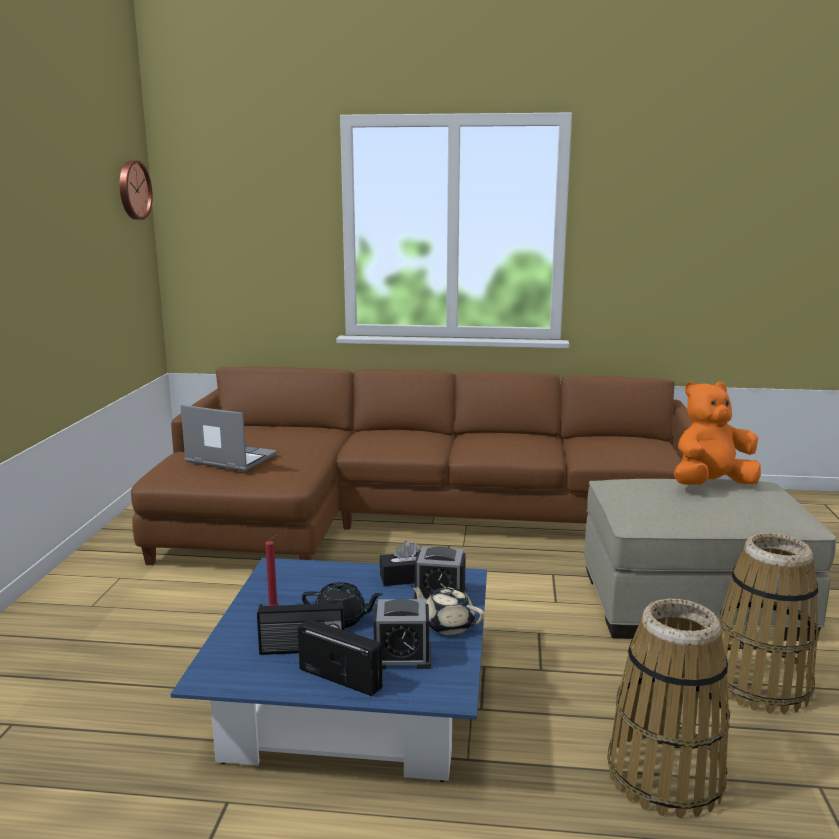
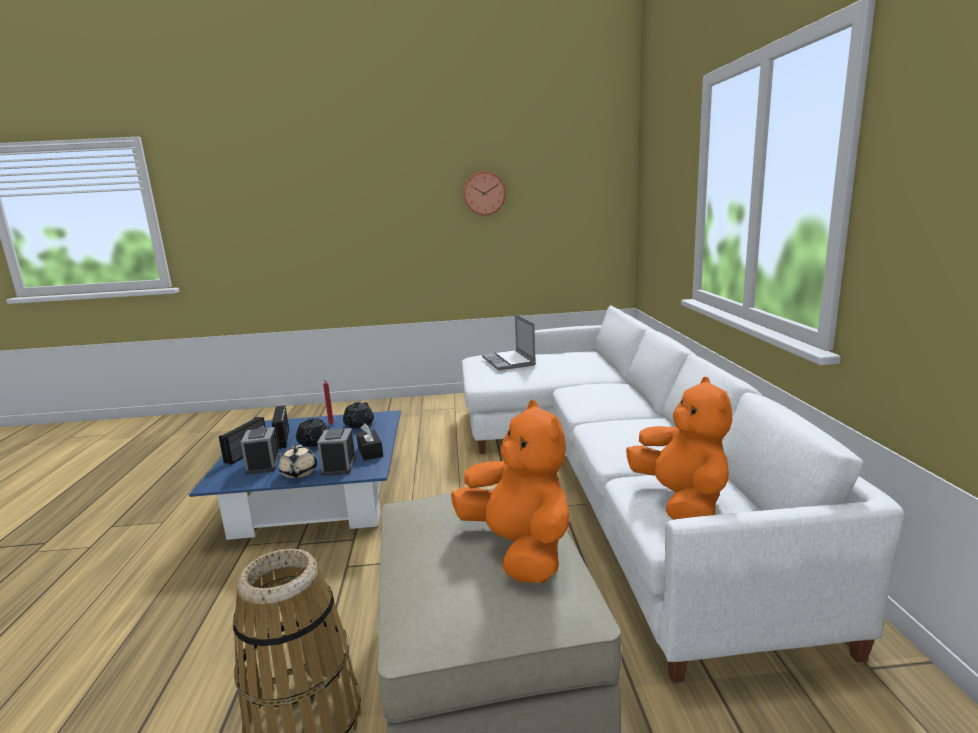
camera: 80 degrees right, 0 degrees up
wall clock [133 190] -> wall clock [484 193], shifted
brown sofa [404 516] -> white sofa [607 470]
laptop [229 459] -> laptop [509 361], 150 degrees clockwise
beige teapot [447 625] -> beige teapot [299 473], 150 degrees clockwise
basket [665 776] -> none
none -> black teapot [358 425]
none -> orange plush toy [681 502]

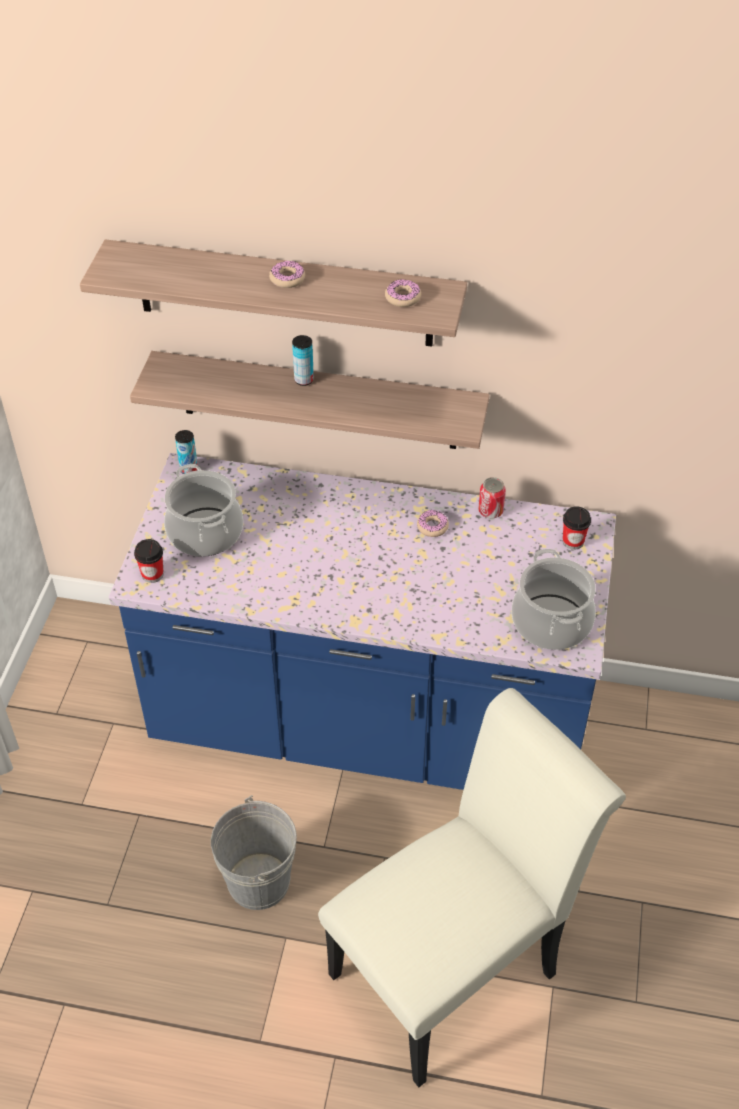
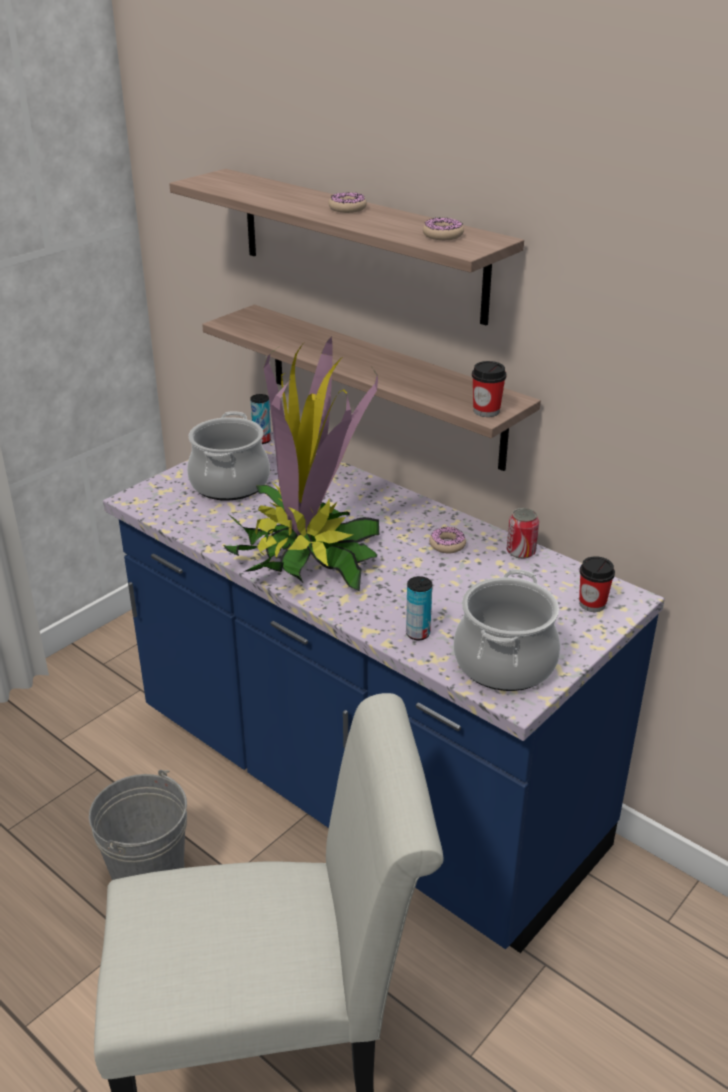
camera: 30 degrees right, 15 degrees down
cup [152 574] -> cup [486 411], shifted
can [304 380] -> can [418 634], shifted
none -> potted plant [304 554]

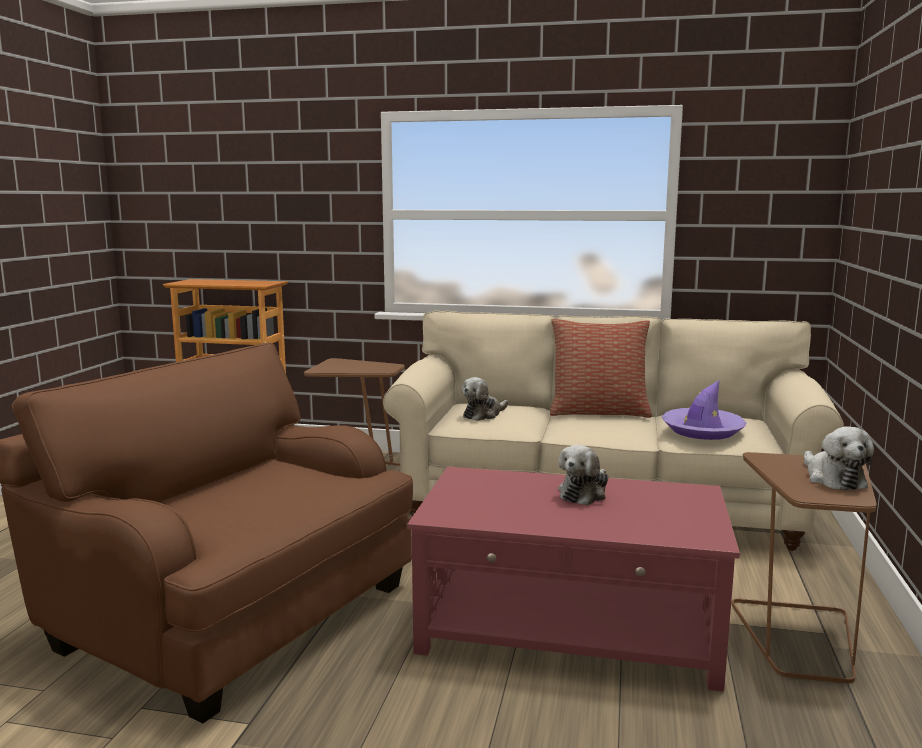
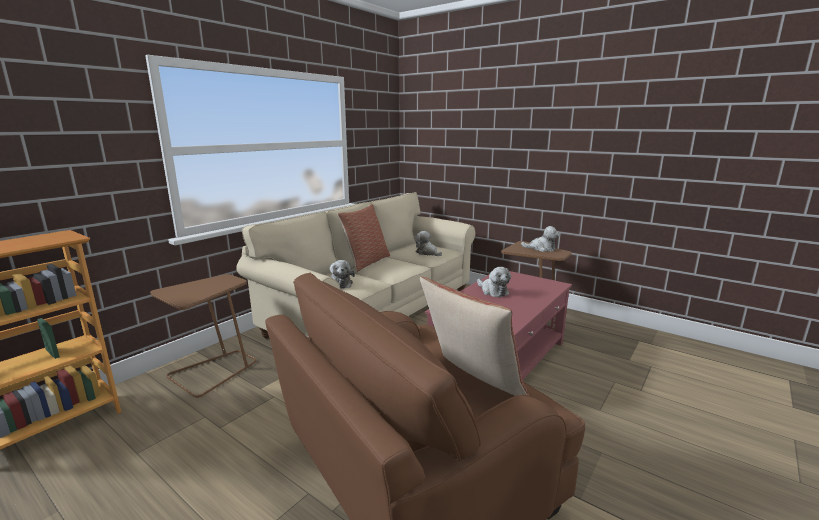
camera: 65 degrees left, 5 degrees up
purple hat [702 431] -> plush toy [427 253]
none -> pillow [470 382]

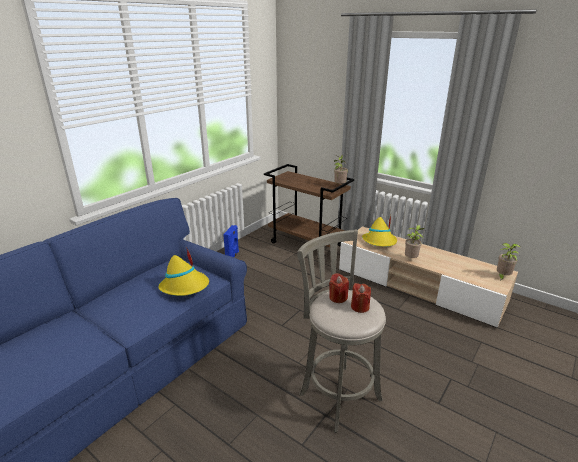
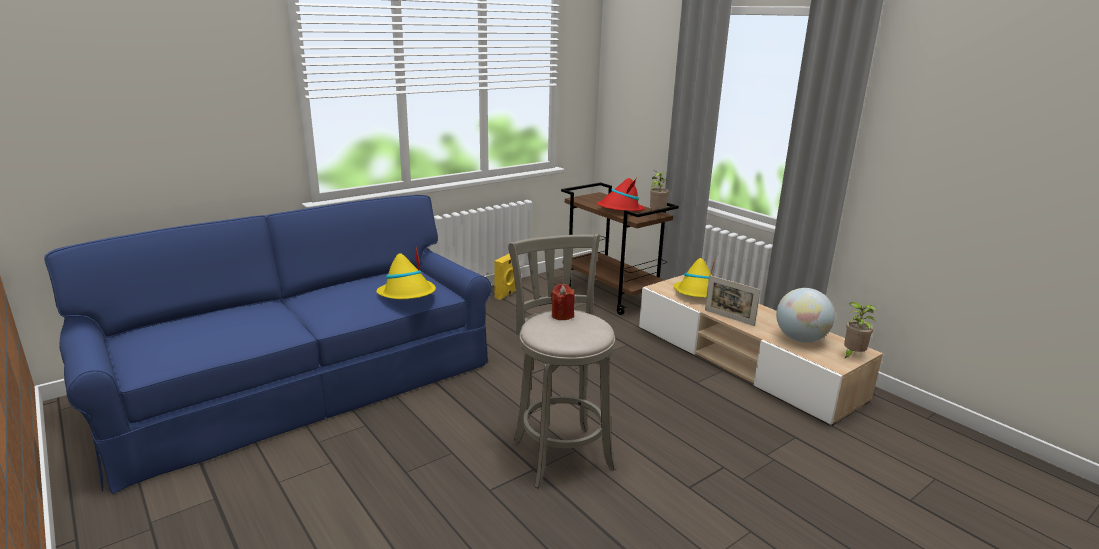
camera: 15 degrees right, 5 degrees down
blue speaker [232 256] -> yellow speaker [506 294]
red candle [360 307] -> none
potted plant [411 259] -> picture frame [729 317]
none -> red hat [620 210]
none -> globe [800 339]

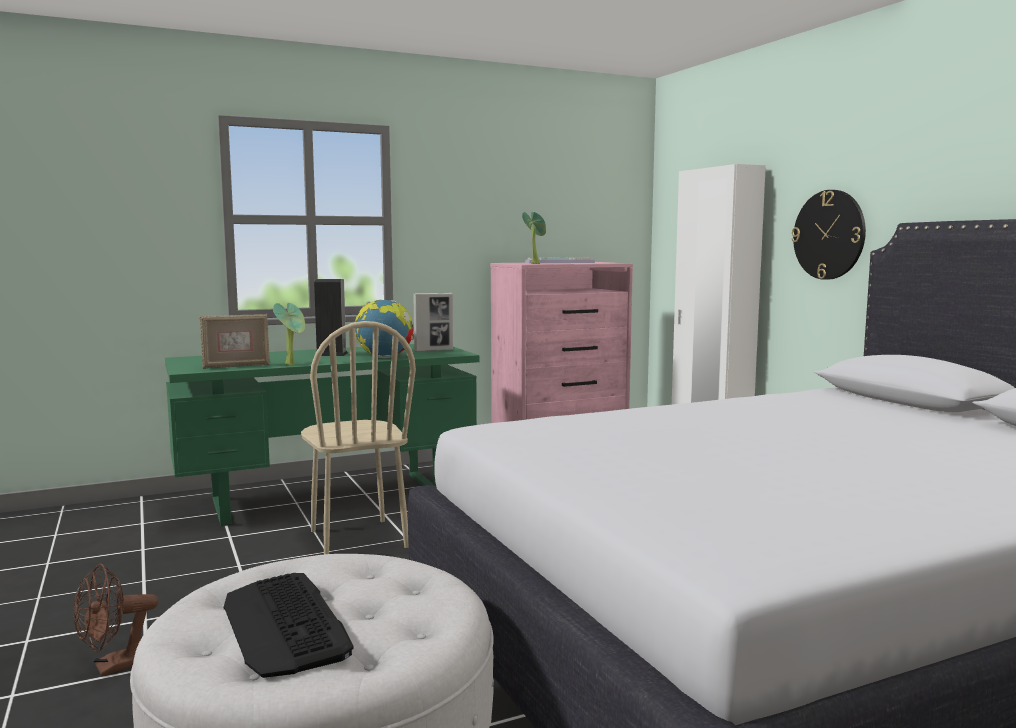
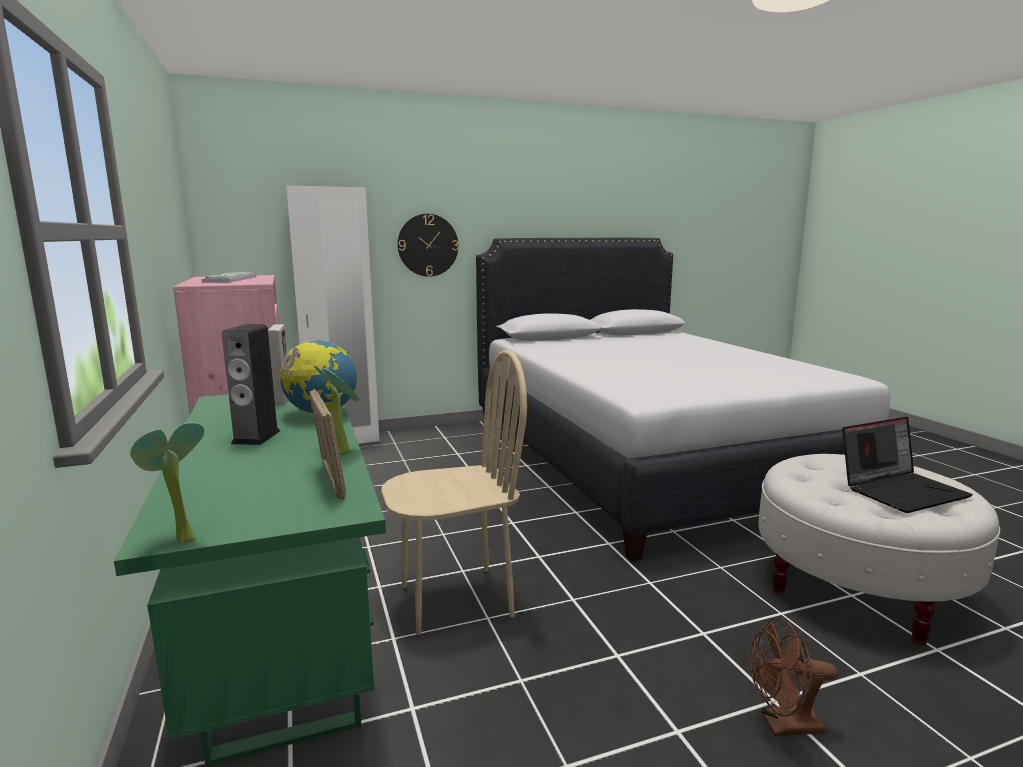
camera: 85 degrees left, 5 degrees up
brown fan [115 667] -> brown fan [783 725], 120 degrees clockwise
keyboard [284 625] -> laptop [901 490]
potted plant [535 263] -> potted plant [180 540], shifted

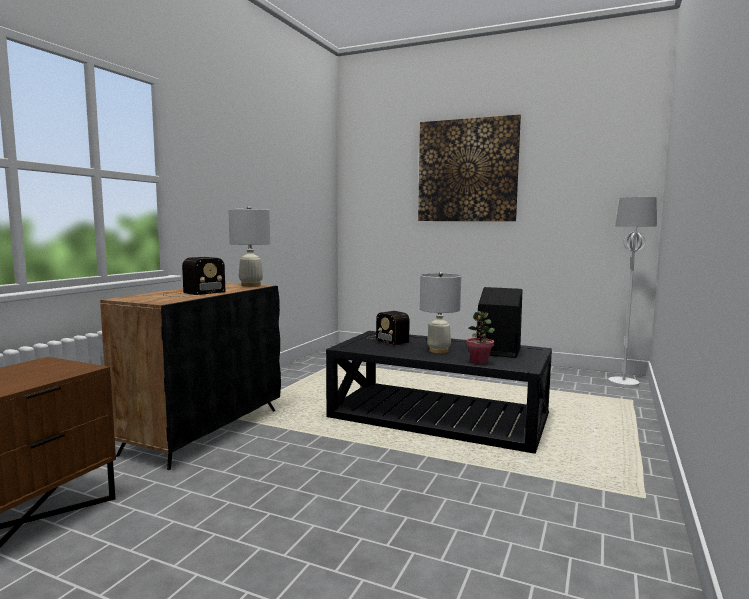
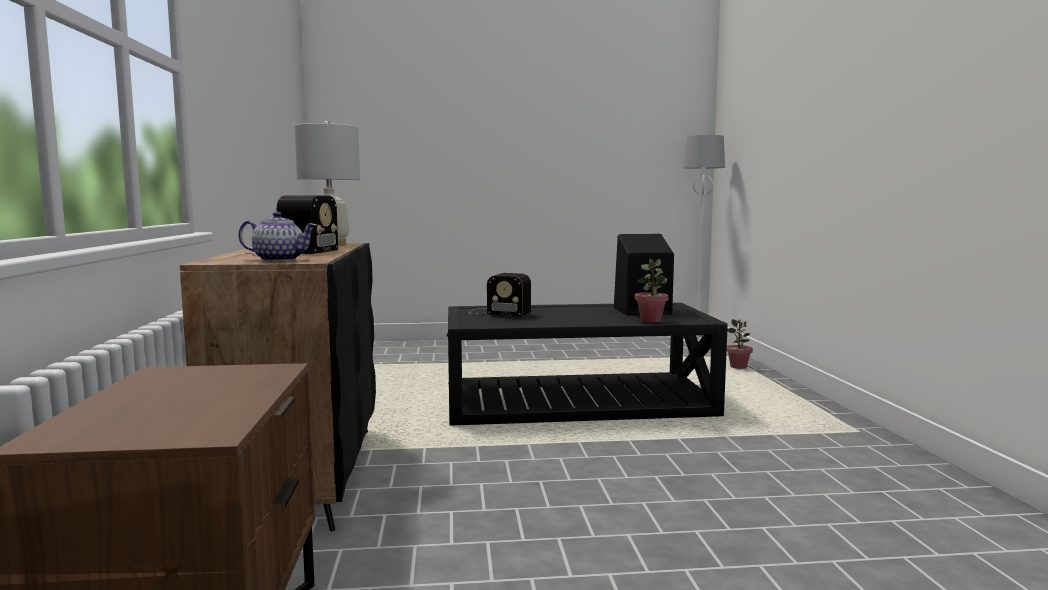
camera: 30 degrees left, 0 degrees up
picture [467 170] -> none
white table lamp [439 351] -> none
none -> teapot [280 259]
none -> potted plant [738 367]

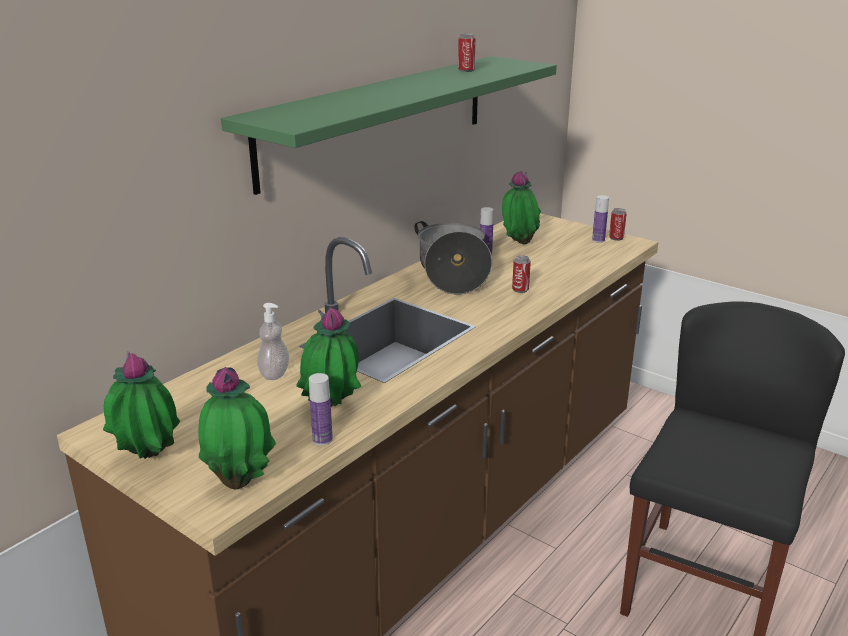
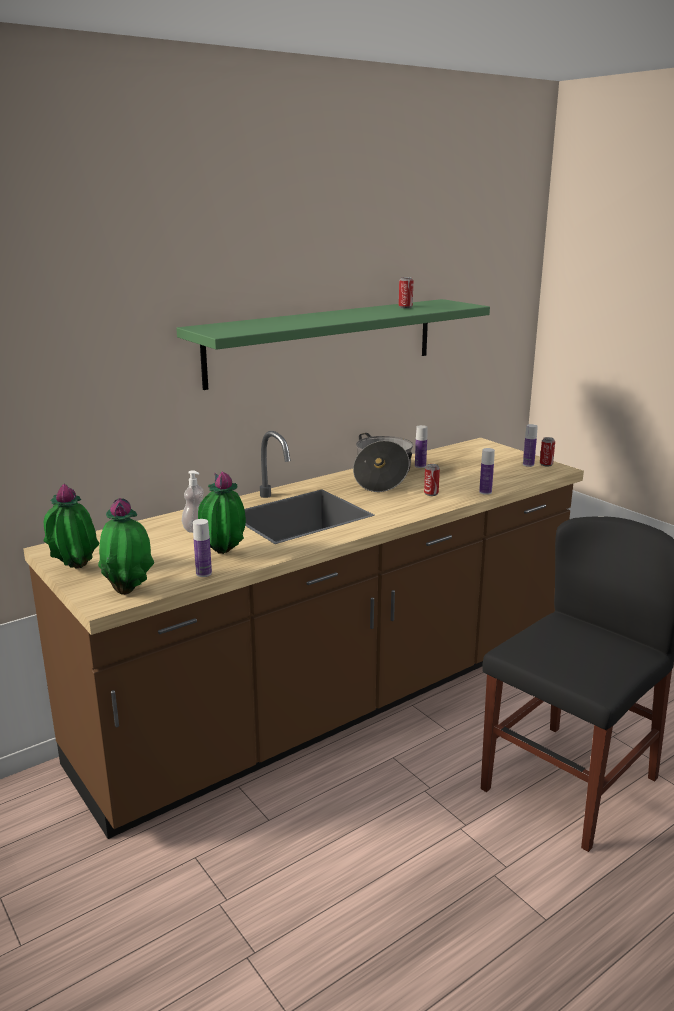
camera: 15 degrees right, 5 degrees down
potted plant [518 244] -> none
none -> bottle [485 492]

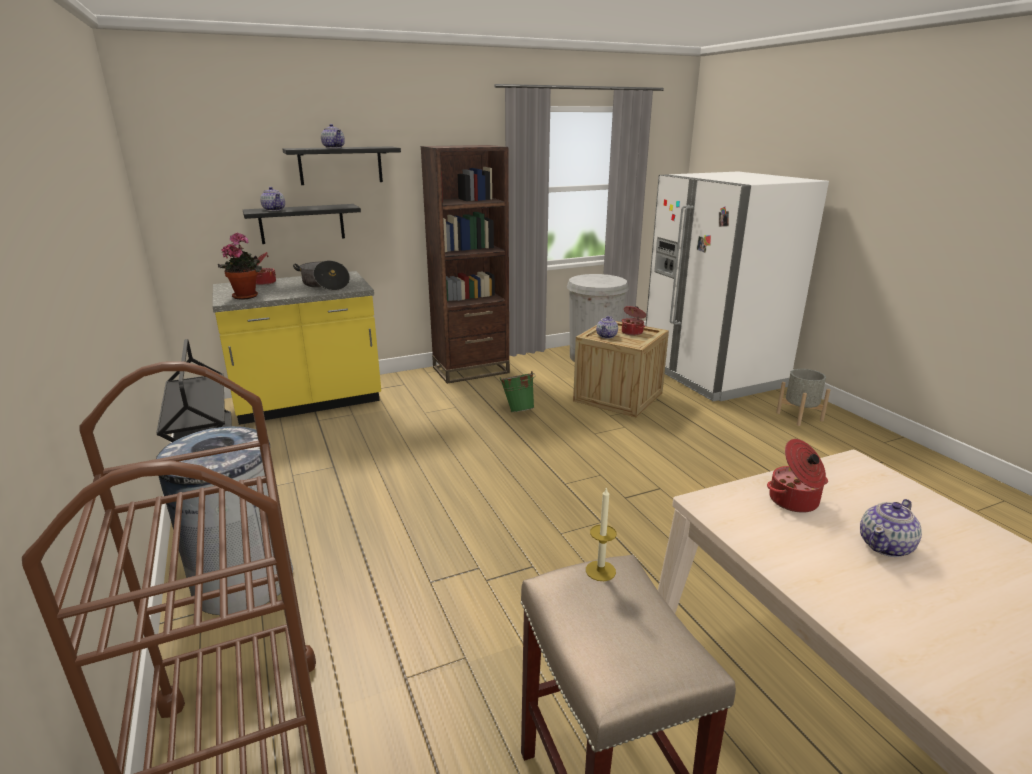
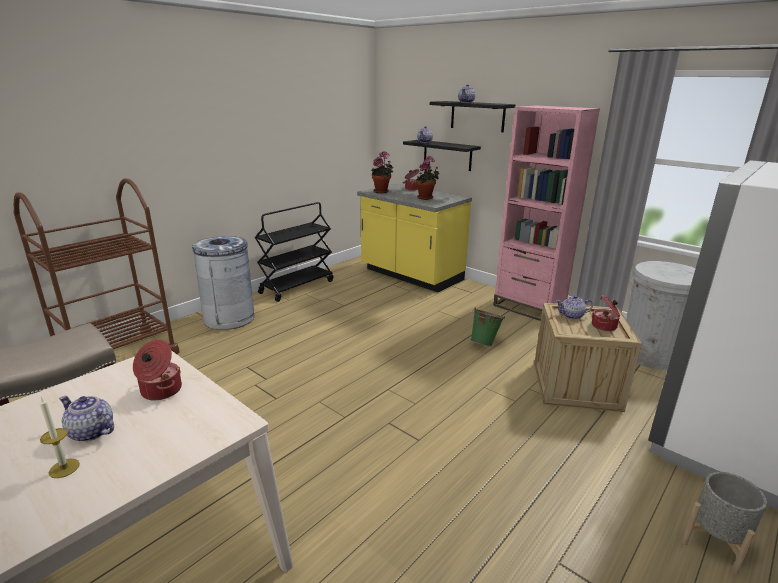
camera: 65 degrees right, 0 degrees up
cooking pot [324 285] -> potted plant [426 198]
brown bookcase [471 370] -> pink bookcase [529 307]
candle [600 571] -> candle [64 468], shifted

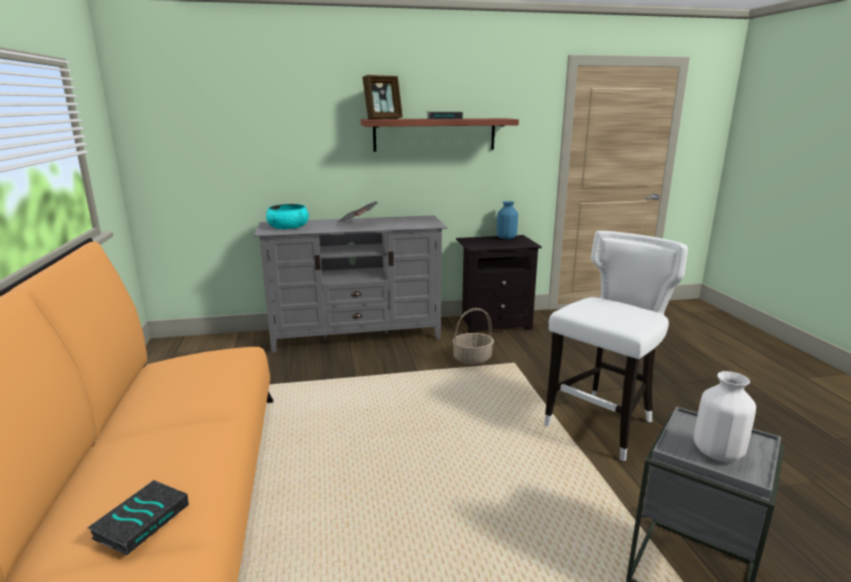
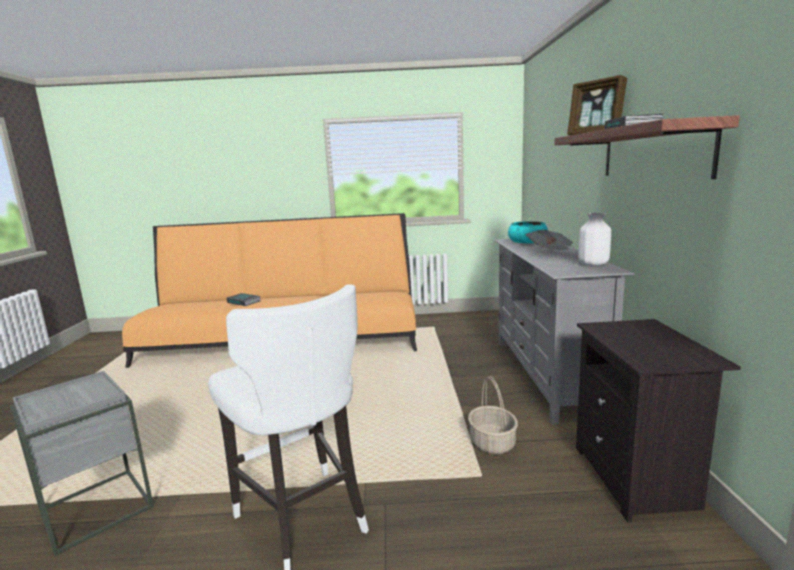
camera: 100 degrees right, 5 degrees down
blue vase [506 238] -> none
white vase [718 452] -> white vase [593 264], shifted

